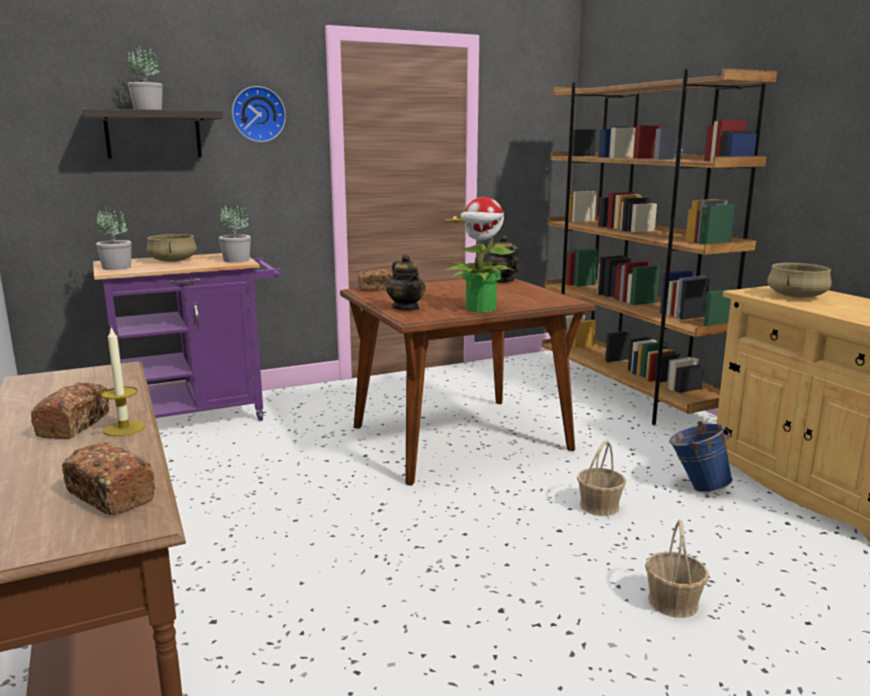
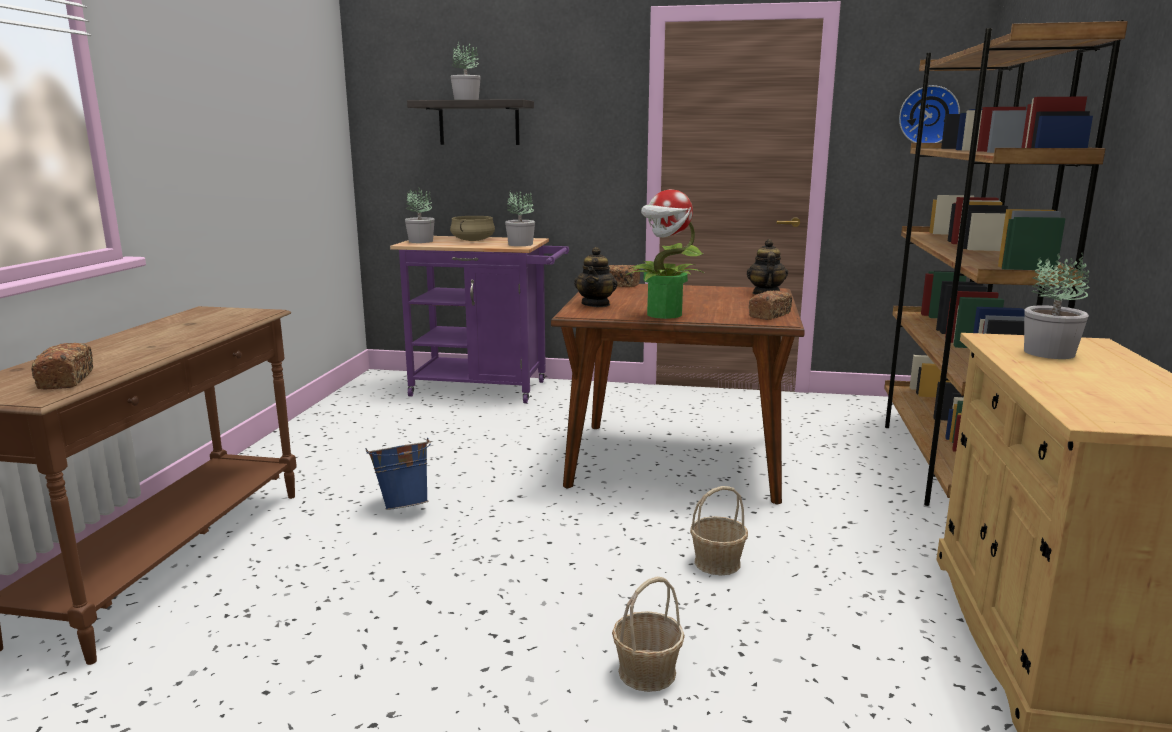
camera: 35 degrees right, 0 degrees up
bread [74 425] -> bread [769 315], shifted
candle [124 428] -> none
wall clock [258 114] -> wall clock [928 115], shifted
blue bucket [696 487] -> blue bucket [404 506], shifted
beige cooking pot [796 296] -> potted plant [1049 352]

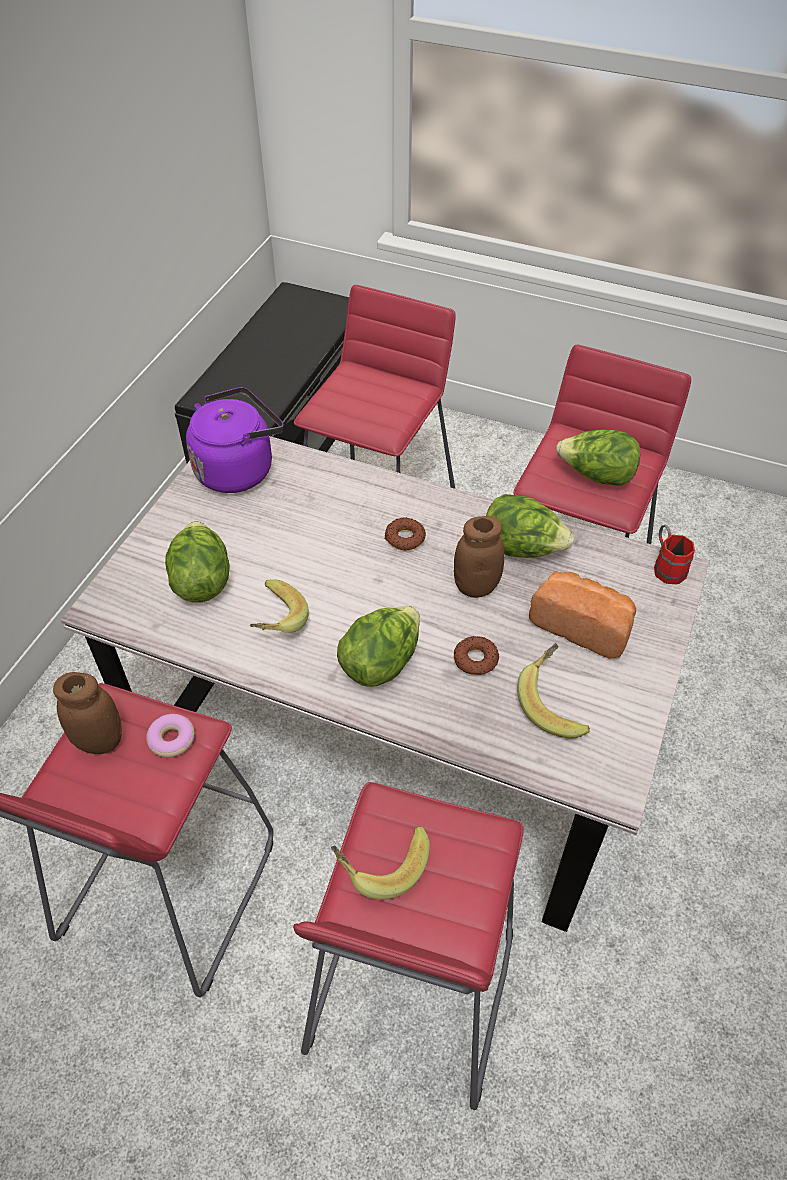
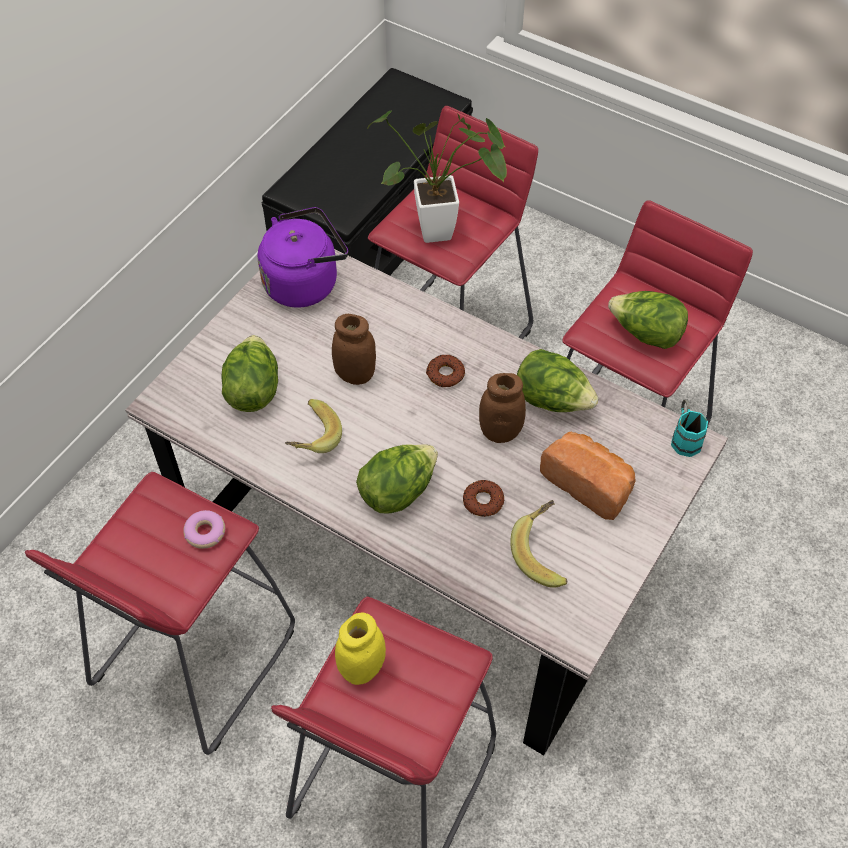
camera: 10 degrees right, 5 degrees up
brown jar [100 741] -> brown jar [355 374], shifted
banana [381 863] -> yellow jar [362 668]
red mug [666 566] -> turquoise mug [684 437]
none -> potted plant [444 231]

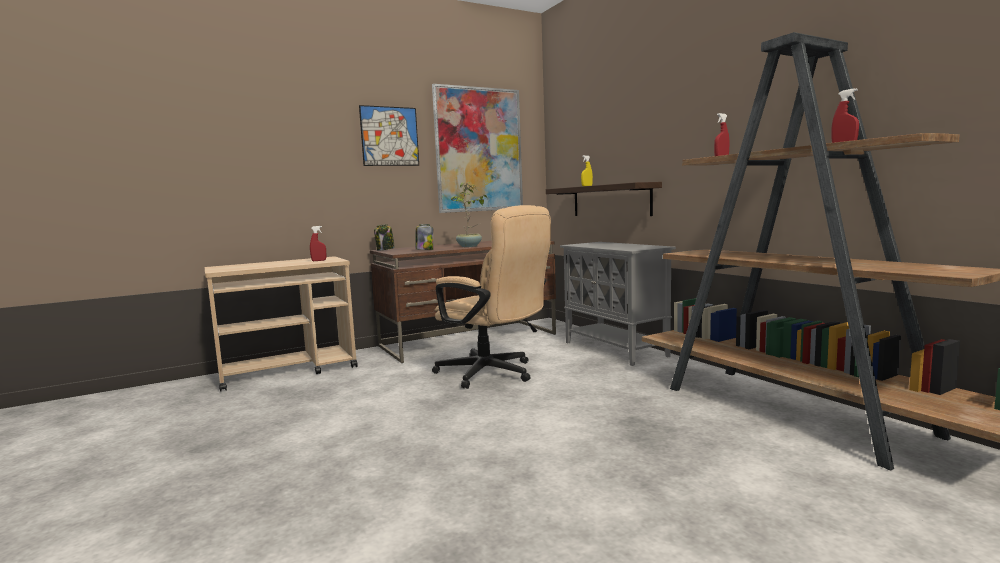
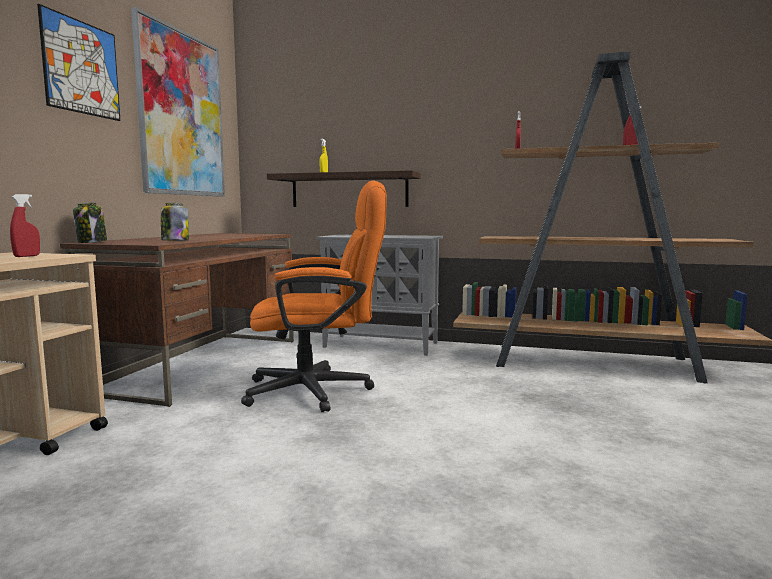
camera: 45 degrees left, 0 degrees up
beige office chair [493 374] -> orange office chair [320 390]
potted plant [469 246] -> none

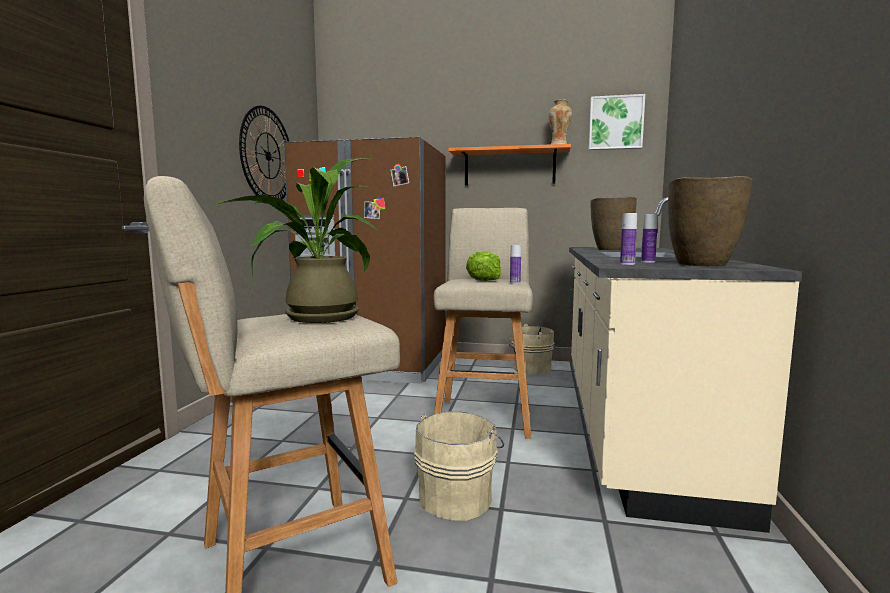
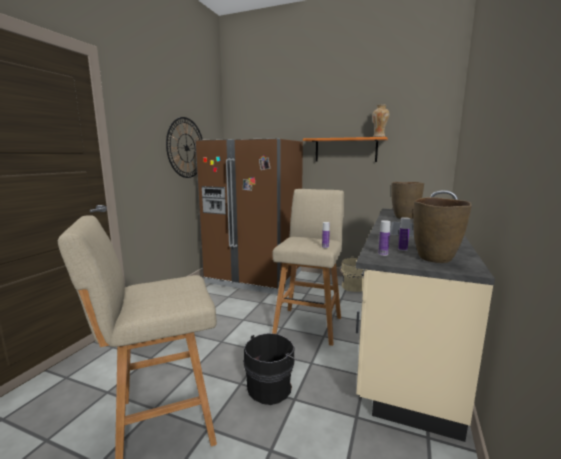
camera: 10 degrees right, 5 degrees up
potted plant [313 318] -> none
beige bucket [457 497] -> black bucket [271 386]
lettuce [484 279] -> none
picture [615 123] -> none

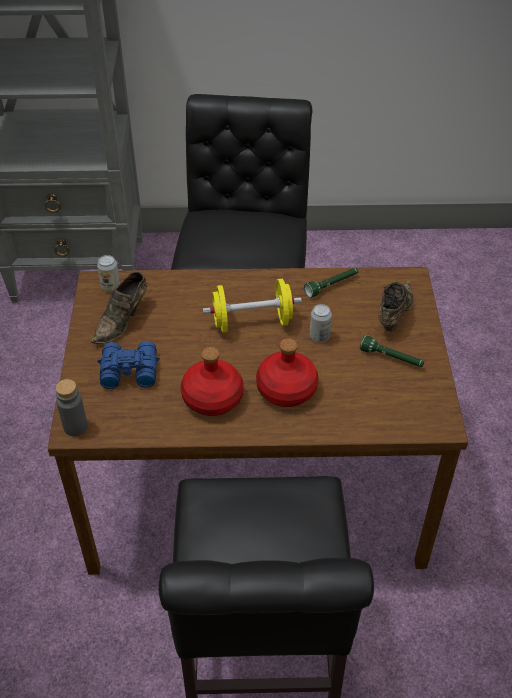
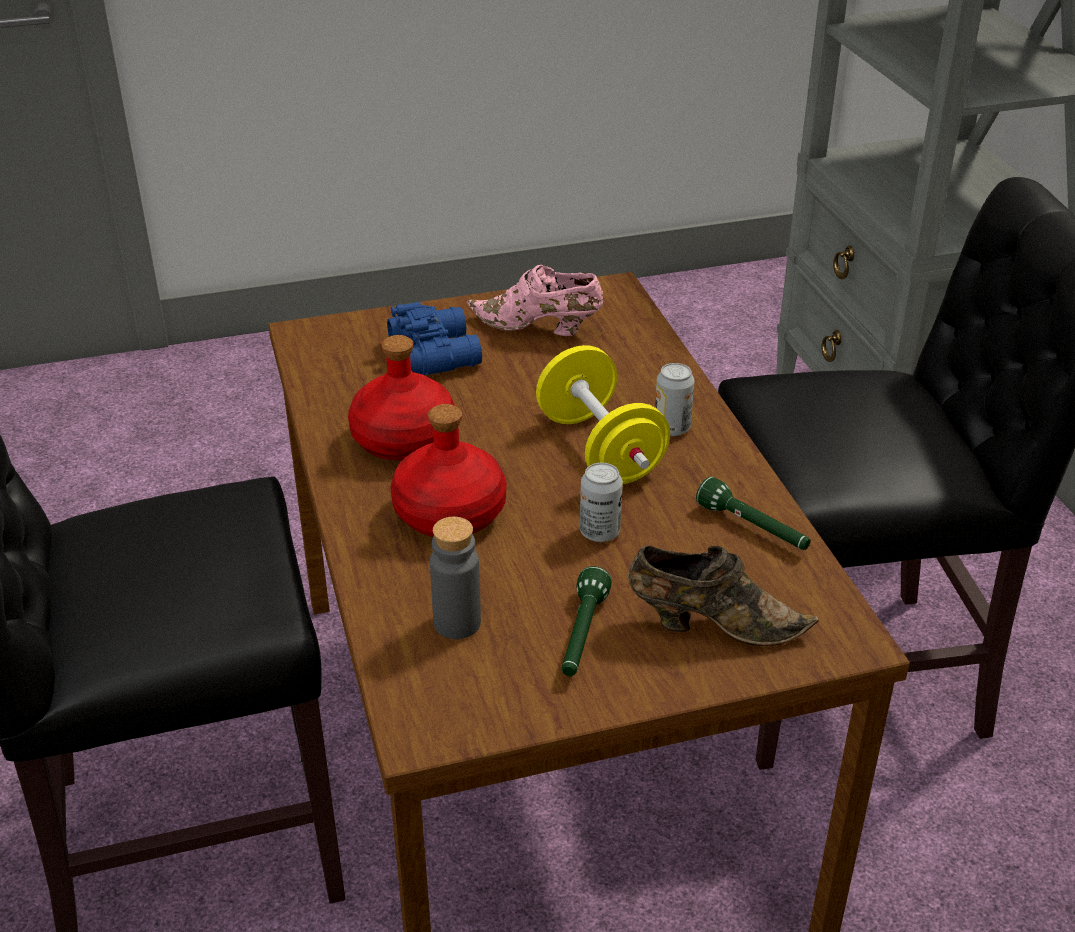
camera: 75 degrees right, 10 degrees down
grey bottle [75 427] -> grey bottle [457 623], shifted
brown shoe [123 321] -> pink shoe [539 328]
can [110 287] -> can [672 428], shifted

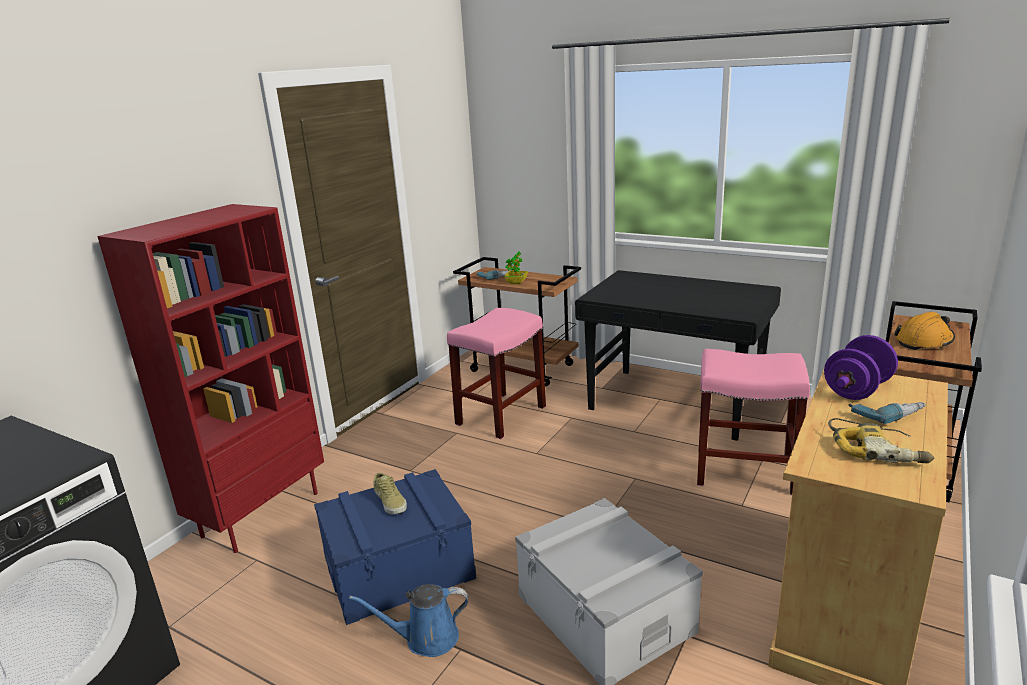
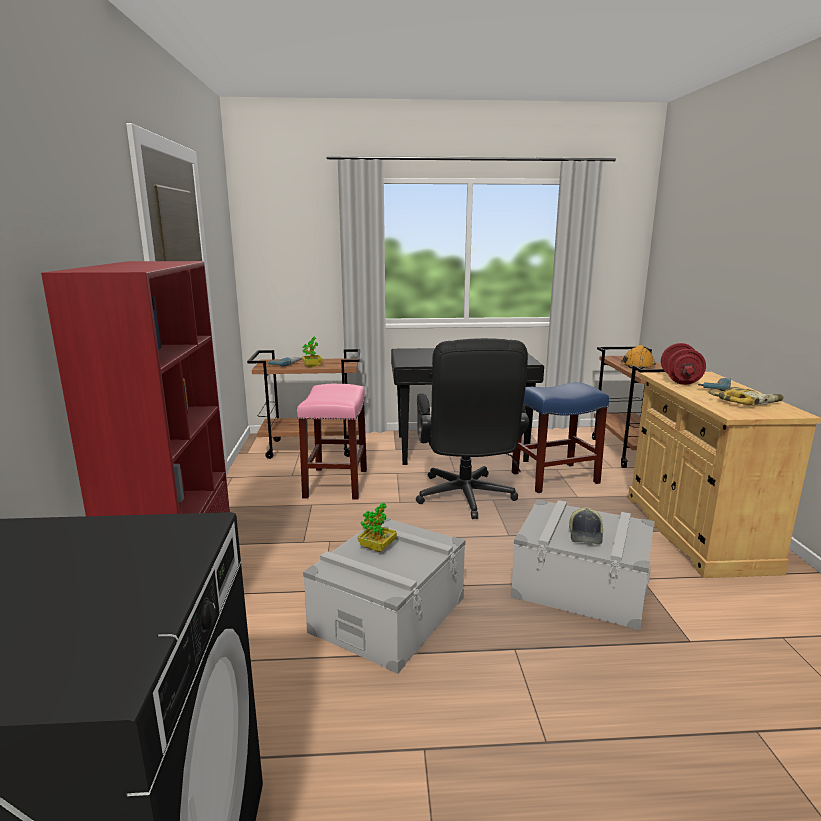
camera: 35 degrees left, 5 degrees down
blue storage box [398 567] -> grey storage box [388 614]
blue watering can [426 638] -> none
beige shoe [391 501] -> potted plant [377 547]
pink stool [745 471] -> blue stool [555 477]
purple dumbbell [857 390] -> red dumbbell [680 380]
none -> black office chair [466 499]
none -> cap [586 535]

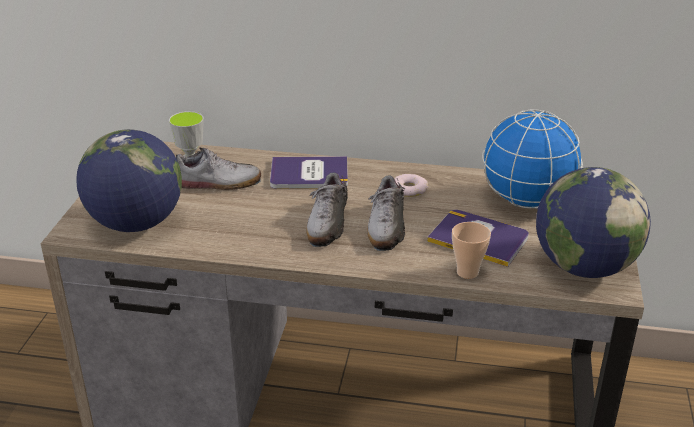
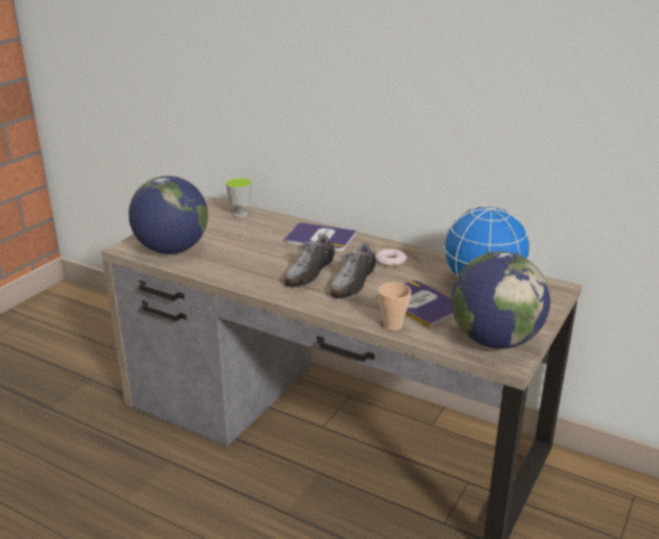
camera: 20 degrees right, 5 degrees down
shoe [218 182] -> none

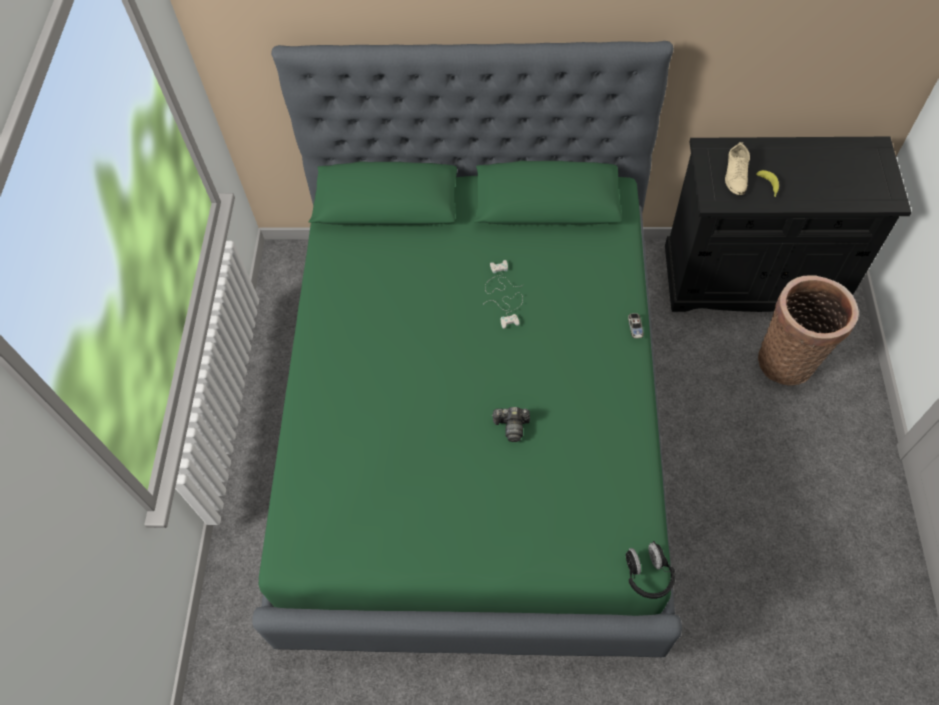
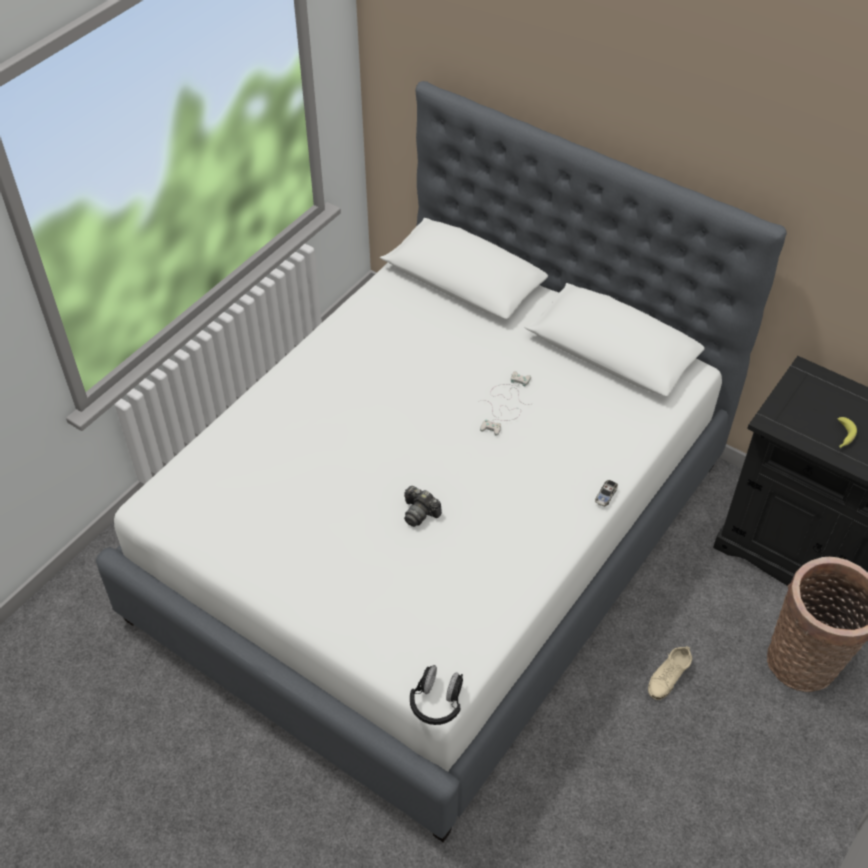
camera: 30 degrees right, 10 degrees down
green bed [475 424] -> white bed [435 539]
beige shoe [736 174] -> beige shoe [668 676], shifted

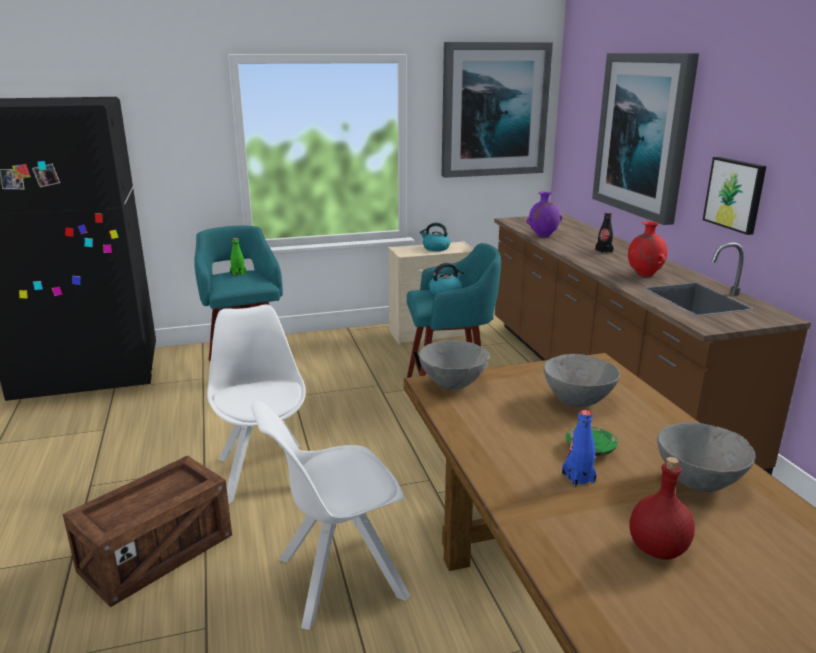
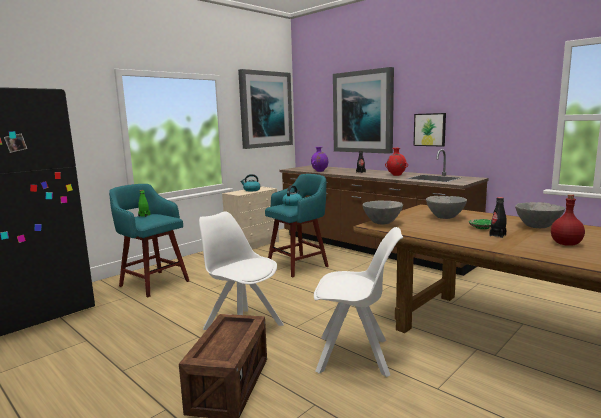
camera: 30 degrees left, 10 degrees down
white chair [337 578] -> white chair [356 356], 120 degrees counterclockwise
blue bottle [578 478] -> black bottle [497 235]

